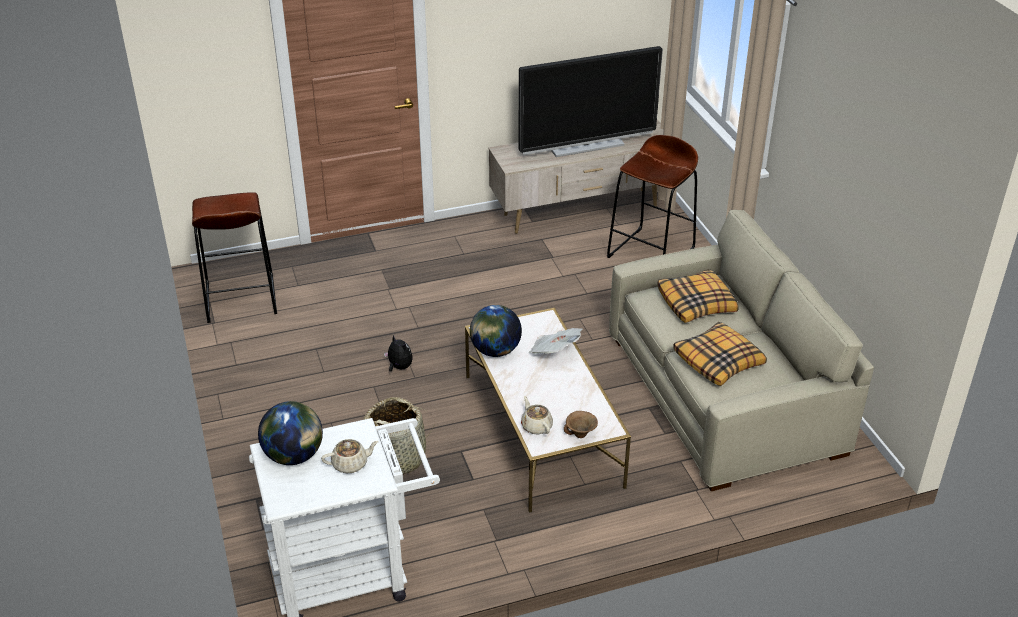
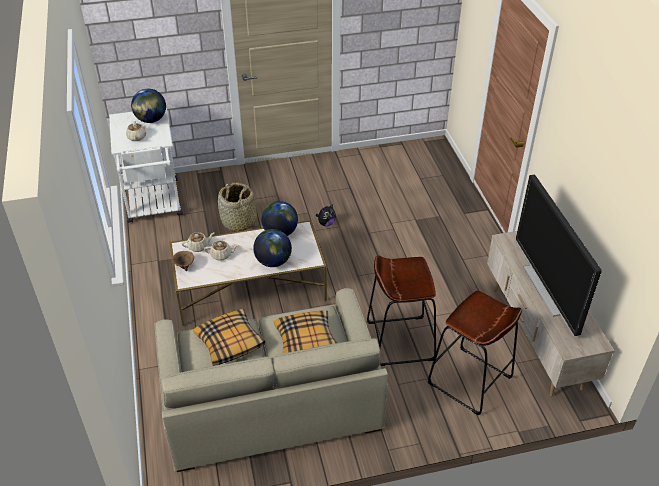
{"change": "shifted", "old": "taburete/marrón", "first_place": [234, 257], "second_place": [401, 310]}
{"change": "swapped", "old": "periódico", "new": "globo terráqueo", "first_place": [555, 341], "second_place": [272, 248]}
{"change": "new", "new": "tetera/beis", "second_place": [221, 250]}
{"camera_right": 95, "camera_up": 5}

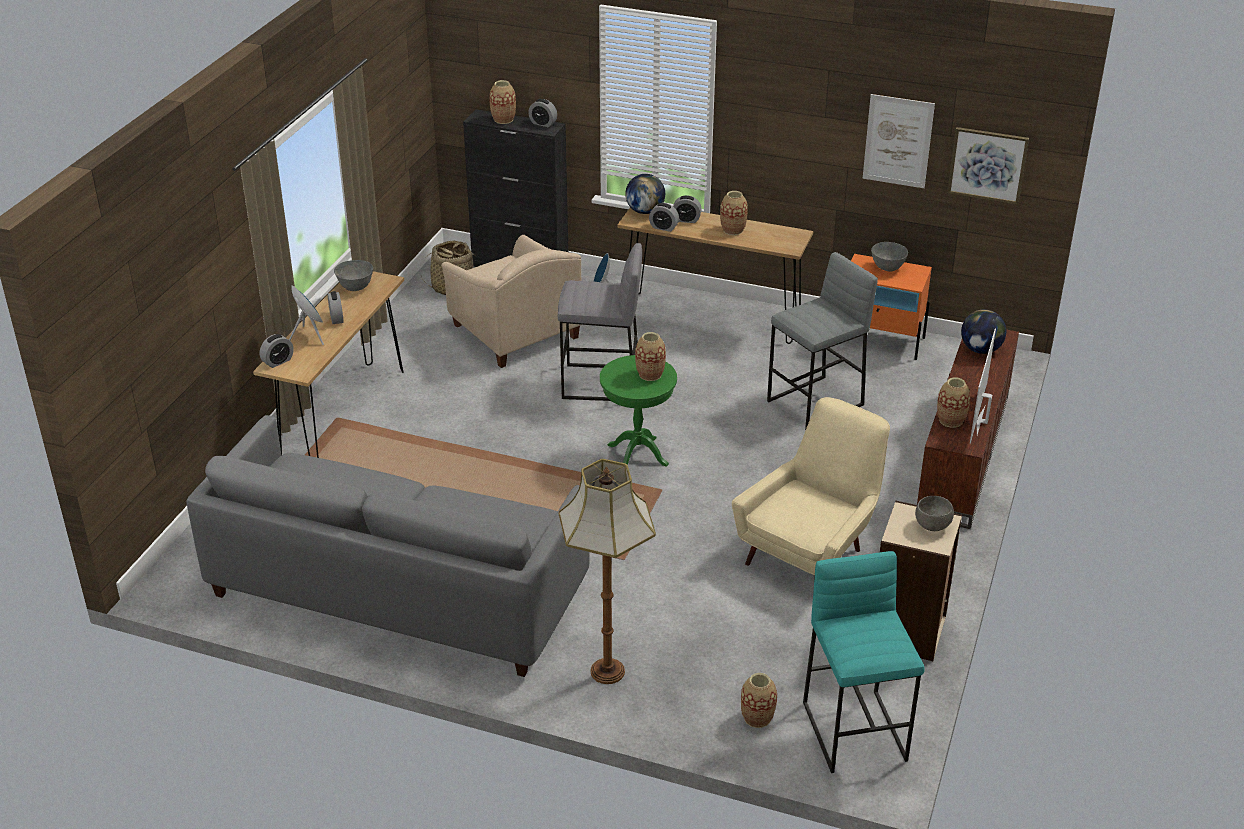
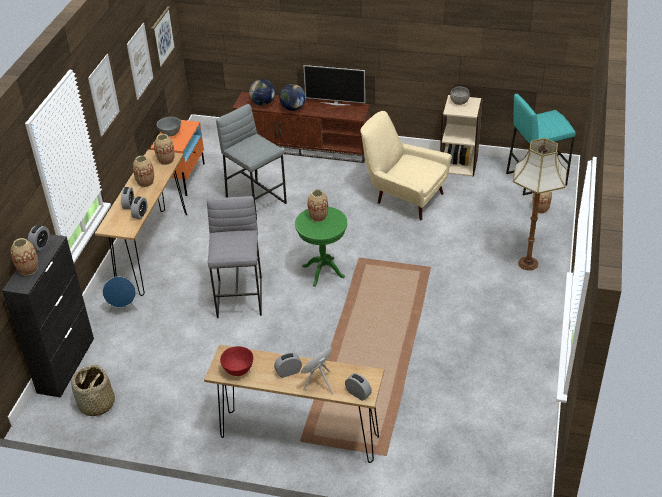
{"change": "gone", "old": "sofá/gris", "first_place": [388, 546]}
{"change": "repainted", "old": "cuenco/gris", "new": "cuenco/rojo", "first_place": [353, 275], "second_place": [236, 361]}
{"change": "gone", "old": "sillón/beis", "first_place": [511, 301]}
{"change": "shifted", "old": "globo terráqueo", "first_place": [645, 194], "second_place": [292, 97]}
{"change": "shifted", "old": "florero", "first_place": [953, 402], "second_place": [164, 149]}
{"change": "new", "new": "cuadro", "second_place": [104, 95]}
{"camera_right": -95, "camera_up": 5}

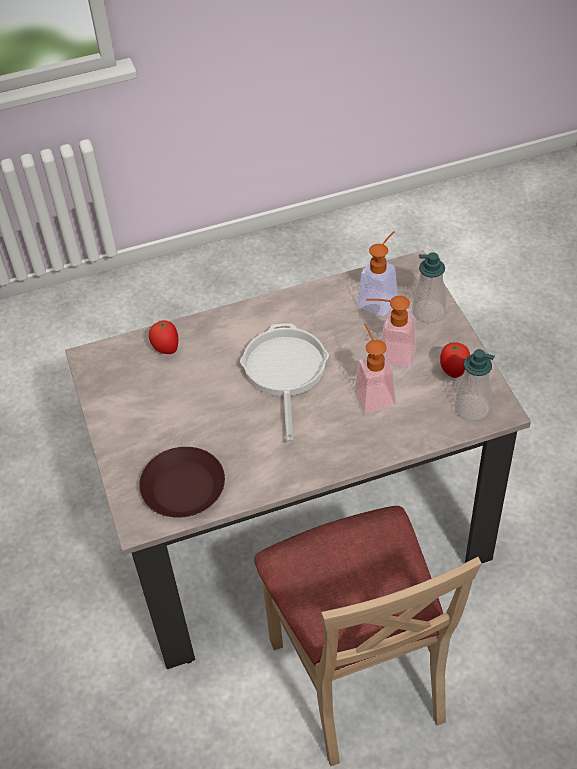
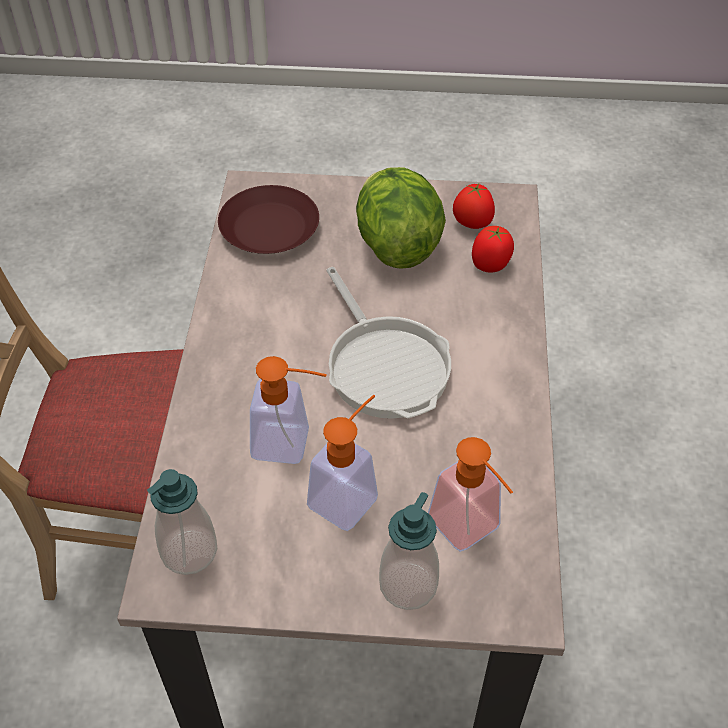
{"change": "rotated", "old": "sartén", "first_place": [284, 382], "second_place": [388, 343], "degrees": 45}
{"change": "shifted", "old": "tomate", "first_place": [455, 360], "second_place": [474, 206]}
{"change": "new", "new": "lechuga", "second_place": [401, 217]}
{"camera_right": 110, "camera_up": 0}

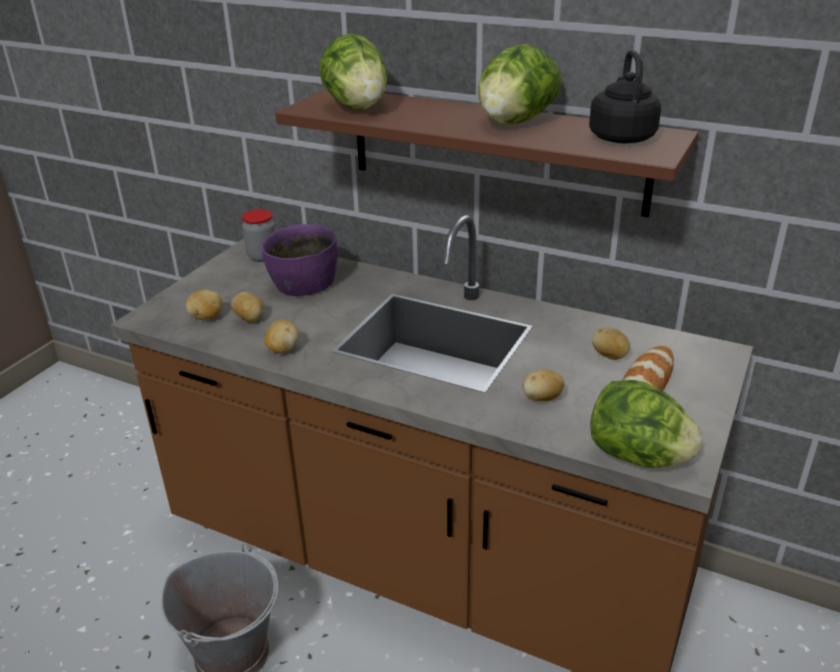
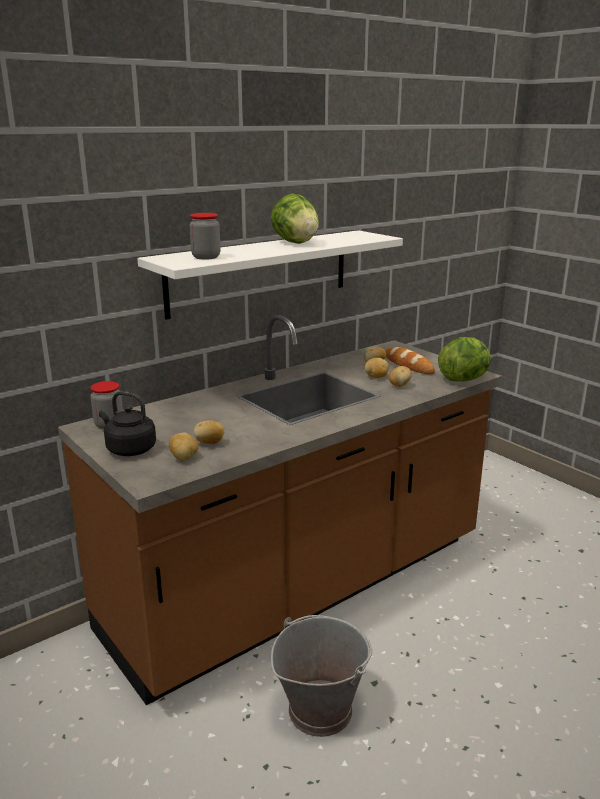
{"change": "gone", "old": "cuenco/morado", "first_place": [299, 260]}
{"change": "shifted", "old": "patata", "first_place": [281, 336], "second_place": [377, 368]}
{"change": "repainted", "old": "estante/marrón", "new": "estante/blanco", "first_place": [487, 152], "second_place": [270, 275]}
{"change": "swapped", "old": "lechuga", "new": "tarro", "first_place": [353, 71], "second_place": [205, 236]}
{"change": "shifted", "old": "hervidor/negro", "first_place": [625, 96], "second_place": [127, 423]}
{"camera_right": -65, "camera_up": -10}

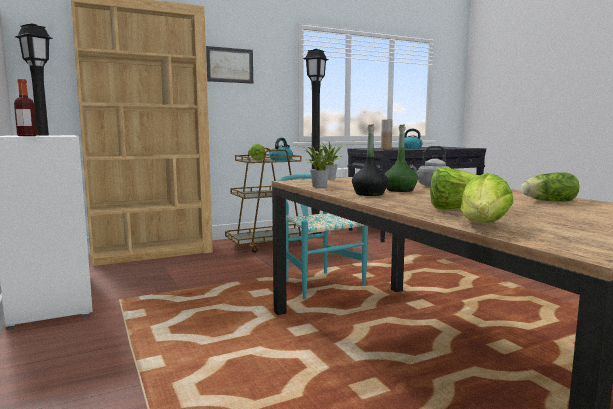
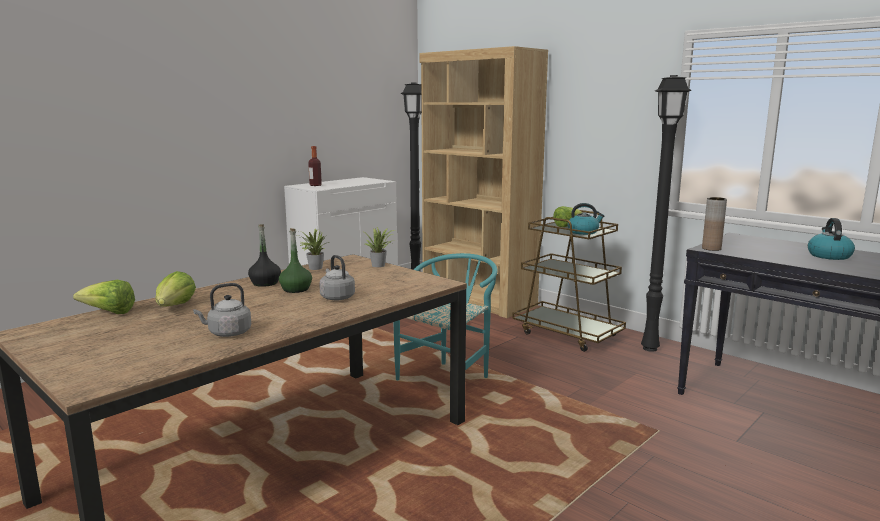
{"change": "gone", "old": "cuadro", "first_place": [229, 65]}
{"change": "swapped", "old": "lechuga", "new": "hervidor/gris", "first_place": [550, 187], "second_place": [222, 310]}
{"camera_right": 70, "camera_up": 5}

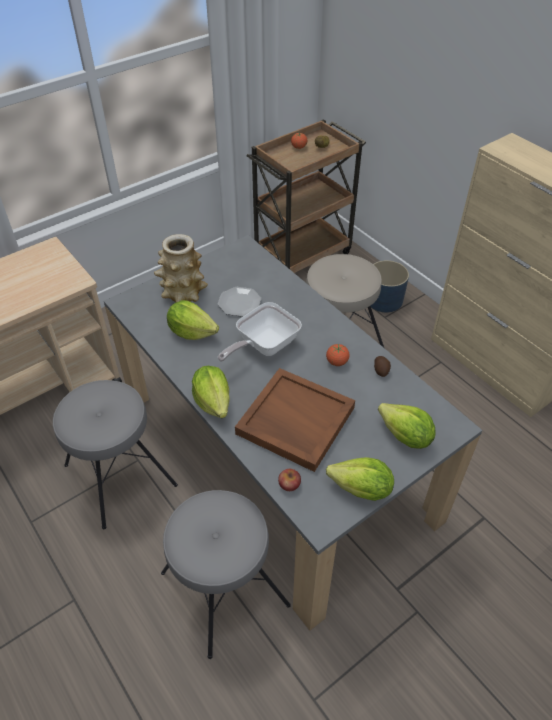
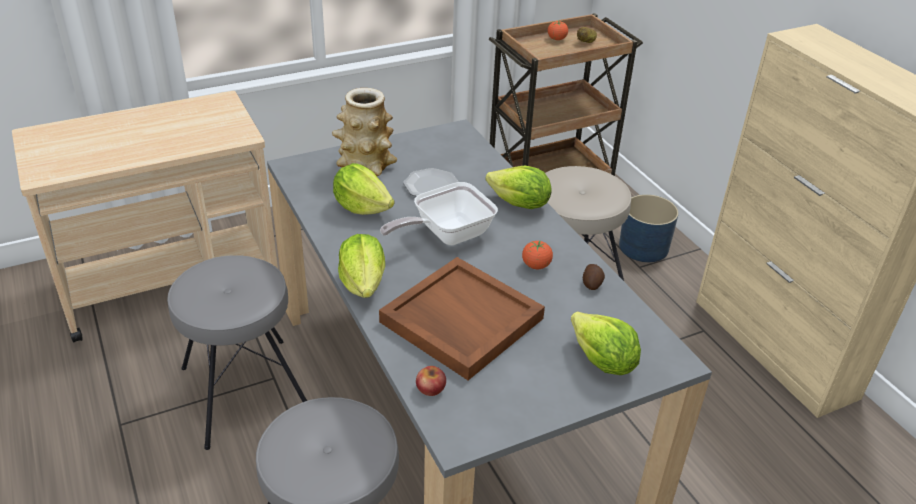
{"change": "shifted", "old": "lechuga", "first_place": [360, 479], "second_place": [518, 187]}
{"camera_right": 10, "camera_up": -10}

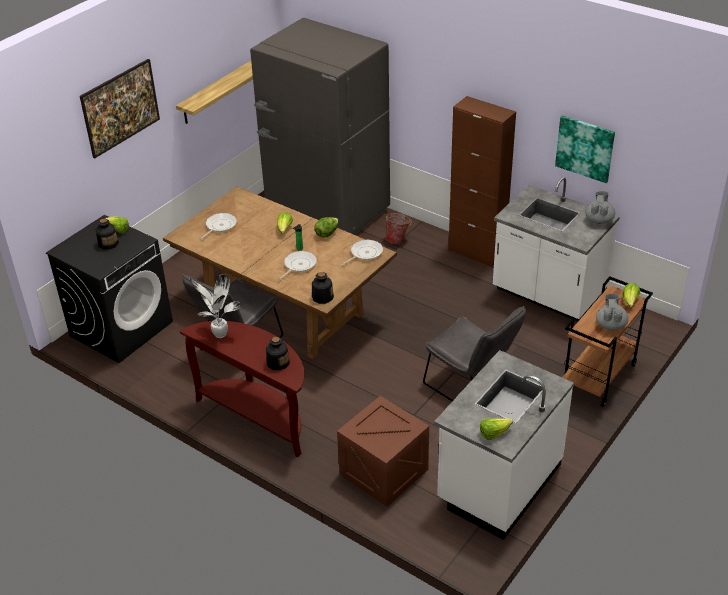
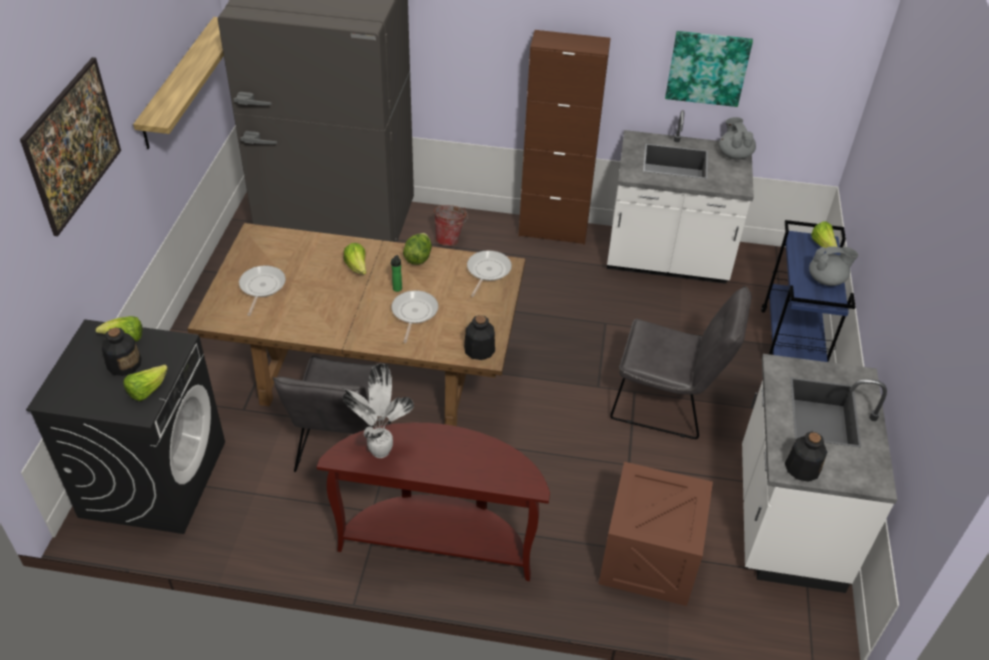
{"change": "shifted", "old": "botella", "first_place": [278, 353], "second_place": [806, 457]}
{"change": "shifted", "old": "lechuga", "first_place": [496, 429], "second_place": [146, 383]}
{"change": "repainted", "old": "carrito/marrón", "new": "carrito/azul", "first_place": [607, 341], "second_place": [808, 291]}
{"change": "rotated", "old": "tetera/gris", "first_place": [612, 311], "second_place": [833, 266], "degrees": 105}
{"camera_right": -30, "camera_up": 5}

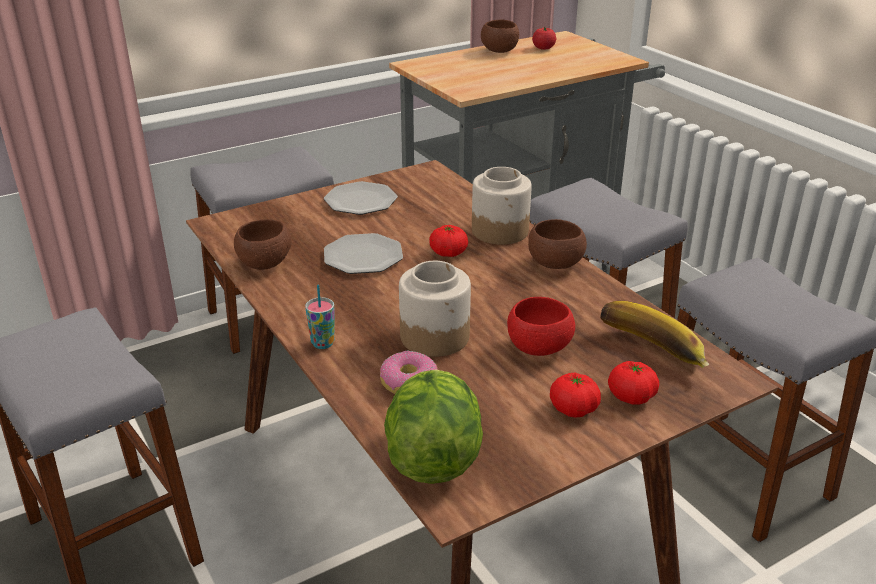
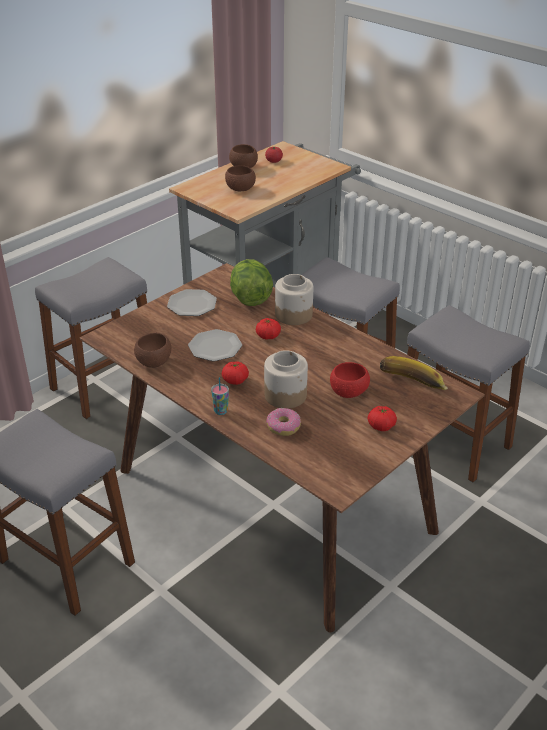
{"change": "shifted", "old": "lechuga", "first_place": [433, 427], "second_place": [251, 282]}
{"change": "shifted", "old": "cuenco/marrón", "first_place": [557, 244], "second_place": [240, 178]}
{"change": "shifted", "old": "tomate", "first_place": [633, 383], "second_place": [235, 373]}
{"camera_right": -15, "camera_up": 5}

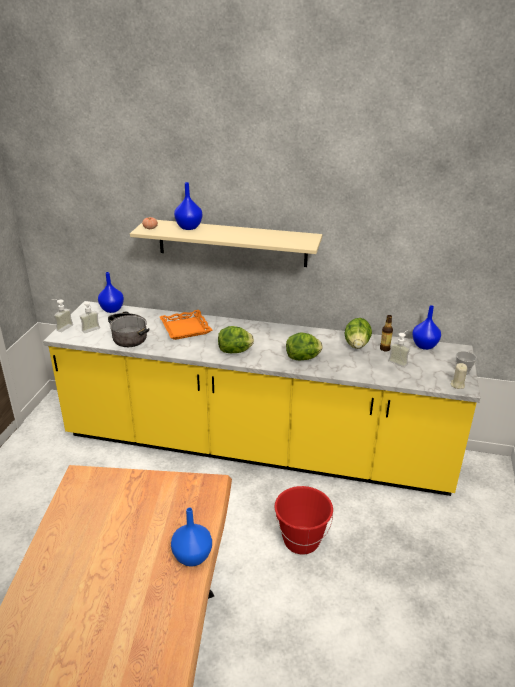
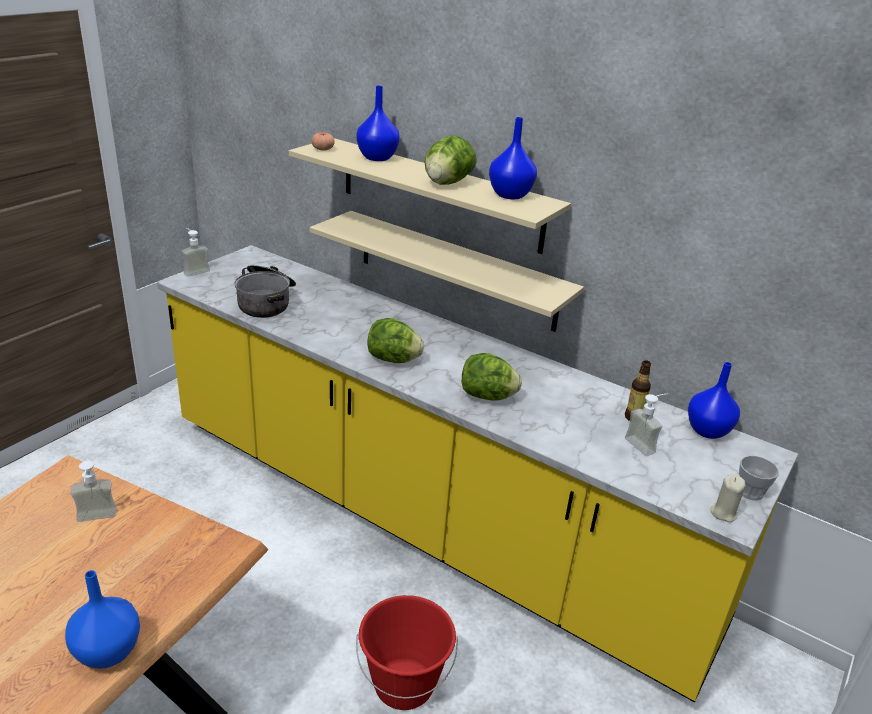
{"change": "shifted", "old": "dispensador de jabón", "first_place": [90, 317], "second_place": [94, 491]}
{"change": "shifted", "old": "florero/azul", "first_place": [111, 292], "second_place": [513, 158]}
{"change": "gone", "old": "bandeja/naranja", "first_place": [186, 325]}
{"change": "shifted", "old": "lechuga", "first_place": [358, 333], "second_place": [451, 160]}
{"change": "new", "new": "estante/beis", "second_place": [447, 271]}
{"camera_right": 20, "camera_up": 0}

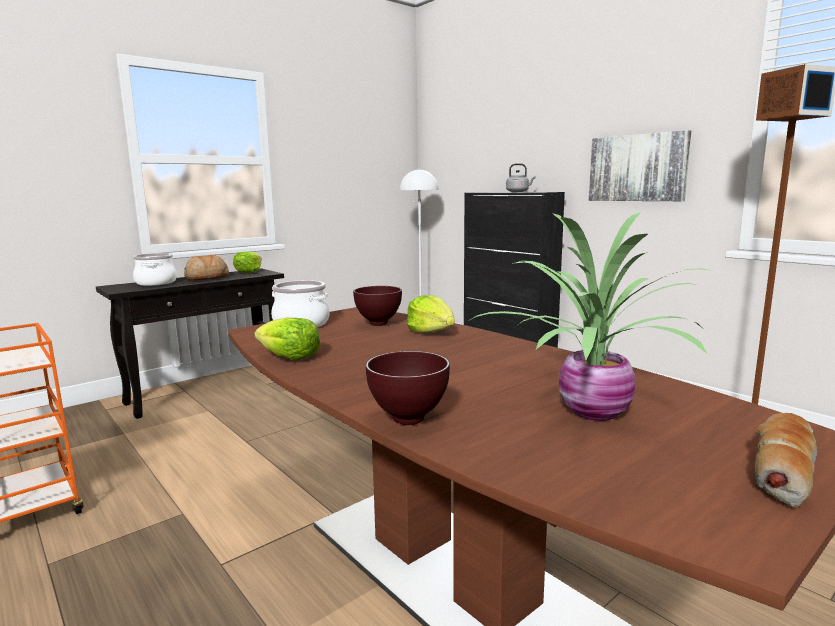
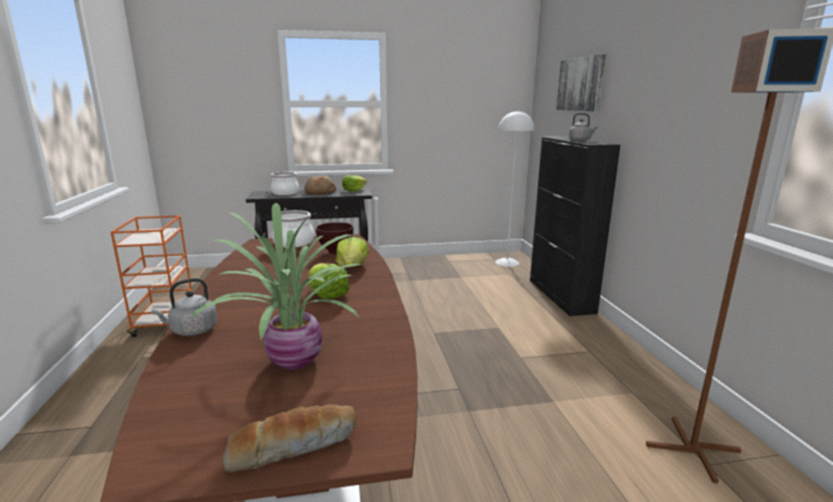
{"change": "shifted", "old": "lechuga", "first_place": [287, 339], "second_place": [329, 281]}
{"change": "swapped", "old": "cuenco/marrón", "new": "hervidor/gris", "first_place": [408, 388], "second_place": [184, 307]}
{"change": "shifted", "old": "cuadro", "first_place": [640, 165], "second_place": [581, 83]}
{"camera_right": 30, "camera_up": 5}

